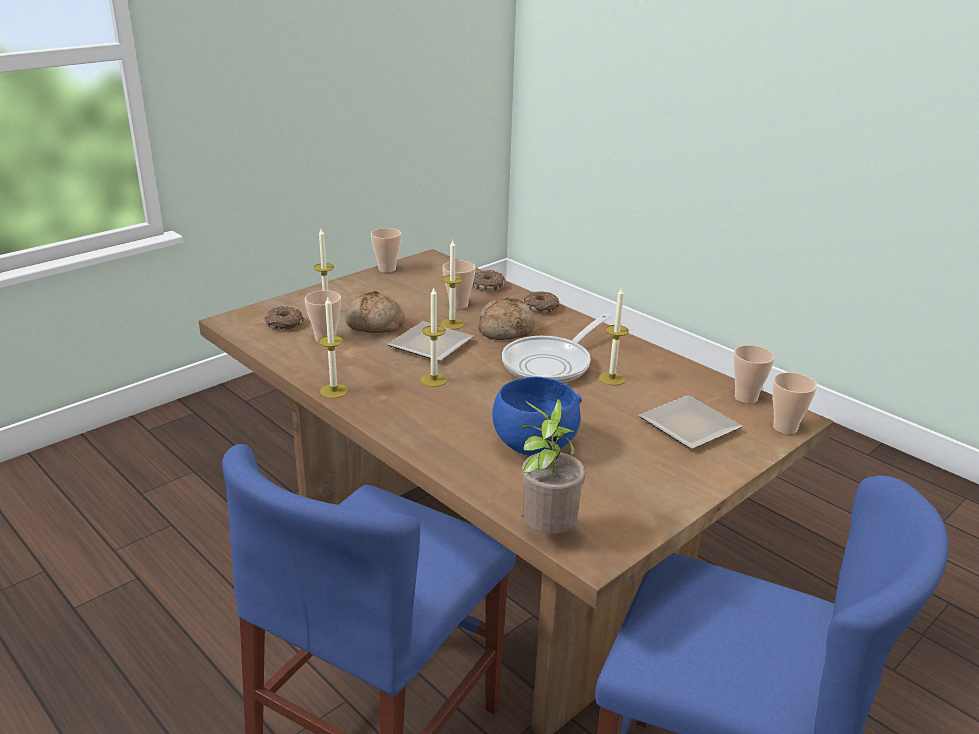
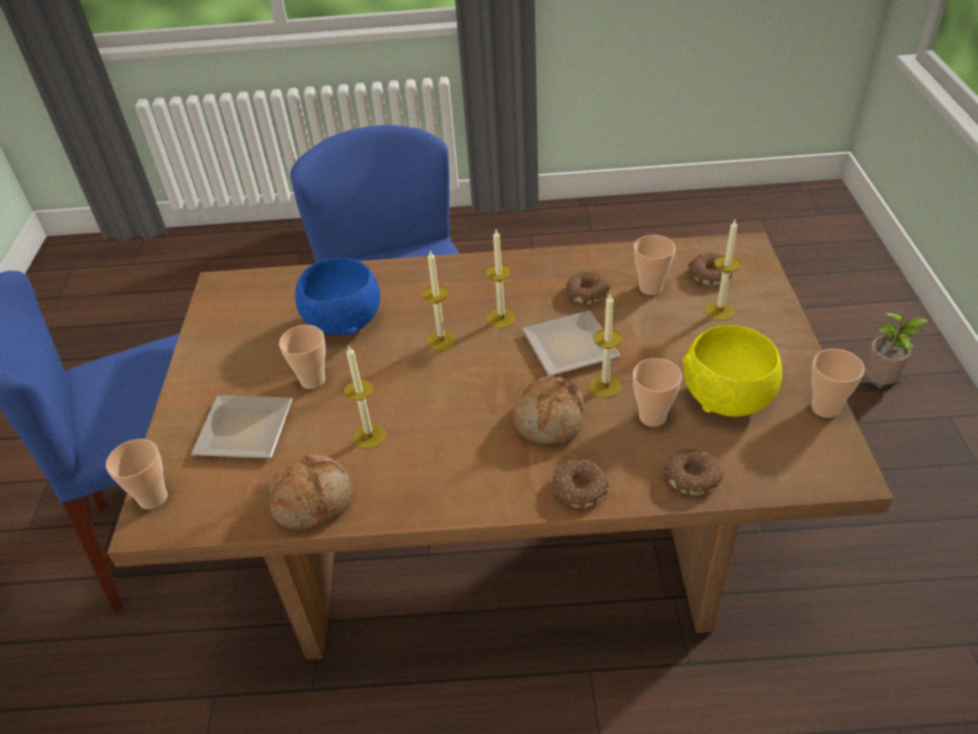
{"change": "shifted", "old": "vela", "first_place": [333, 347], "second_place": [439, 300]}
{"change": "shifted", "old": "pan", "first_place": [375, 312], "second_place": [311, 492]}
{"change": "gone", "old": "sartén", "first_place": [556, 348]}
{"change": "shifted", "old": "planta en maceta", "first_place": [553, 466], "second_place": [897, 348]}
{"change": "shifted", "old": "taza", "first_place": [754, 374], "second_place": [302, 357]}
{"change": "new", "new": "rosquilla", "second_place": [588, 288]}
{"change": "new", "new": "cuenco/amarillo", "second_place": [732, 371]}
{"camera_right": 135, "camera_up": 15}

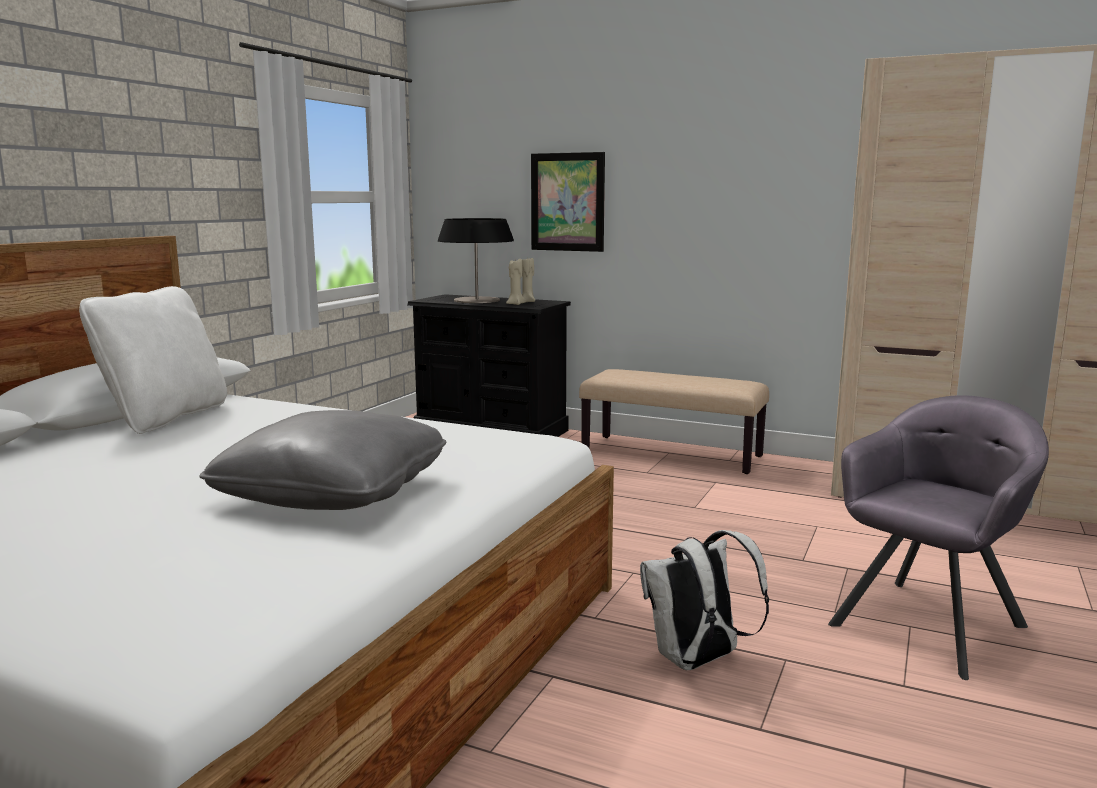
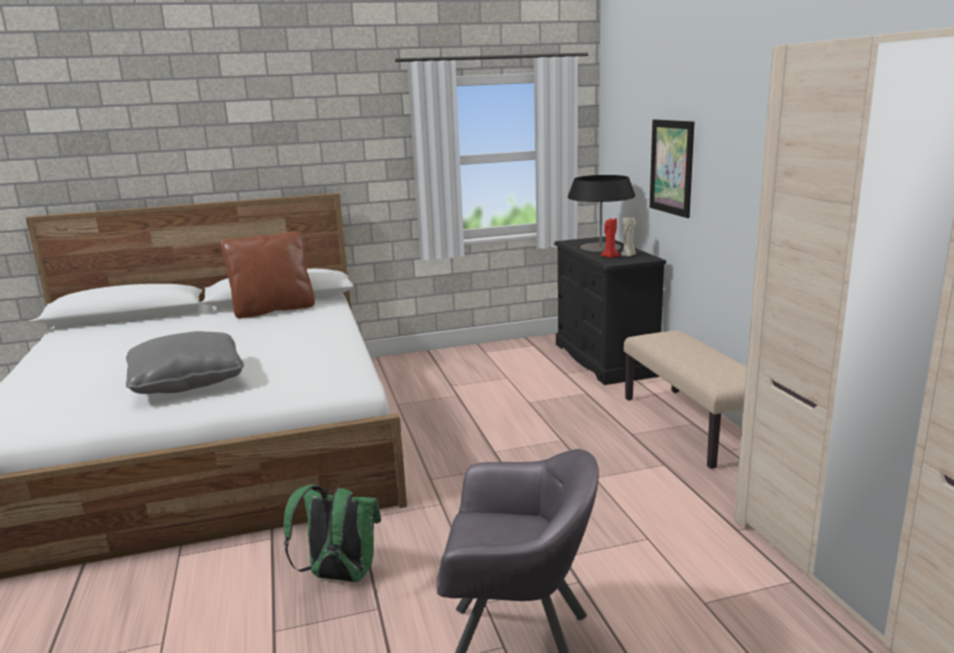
{"change": "repainted", "old": "cojín/blanco", "new": "cojín/marrón", "first_place": [153, 360], "second_place": [268, 274]}
{"change": "repainted", "old": "vela/beis", "new": "vela/rojo", "first_place": [516, 282], "second_place": [610, 238]}
{"change": "repainted", "old": "mochila/blanco", "new": "mochila/verde", "first_place": [704, 600], "second_place": [332, 533]}
{"camera_right": 50, "camera_up": 5}

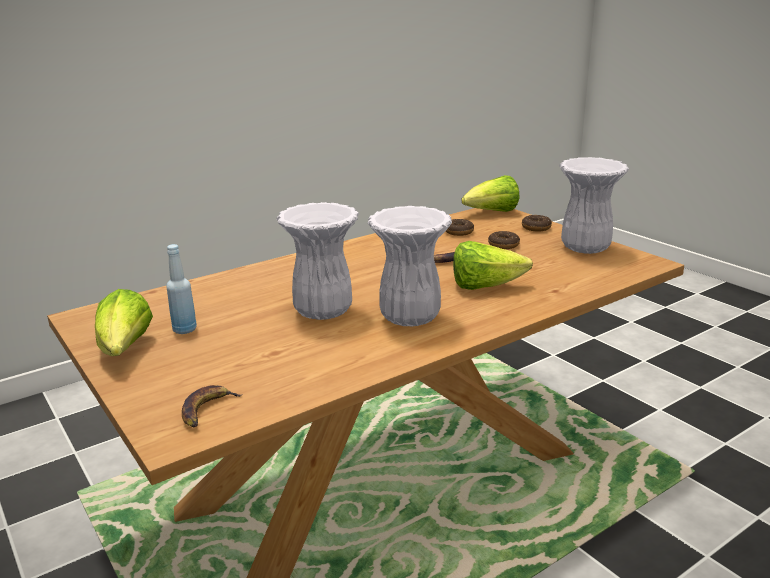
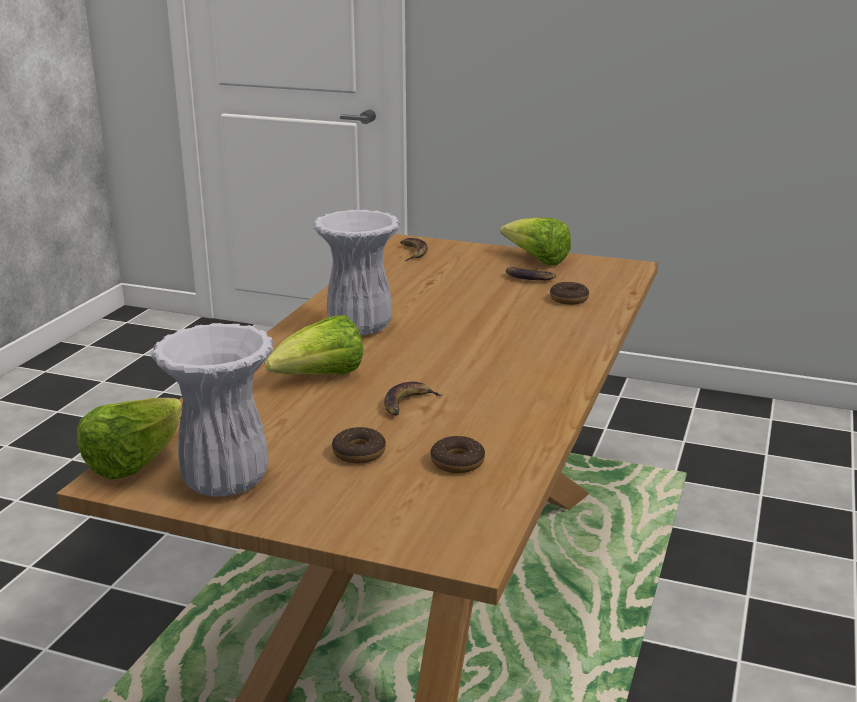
{"change": "swapped", "old": "botella/azul", "new": "plátano", "first_place": [181, 289], "second_place": [531, 273]}
{"change": "gone", "old": "florero/blanco", "first_place": [317, 261]}
{"change": "shifted", "old": "lechuga", "first_place": [490, 193], "second_place": [130, 438]}
{"change": "shifted", "old": "rosquilla", "first_place": [537, 223], "second_place": [569, 293]}
{"camera_right": 145, "camera_up": 0}

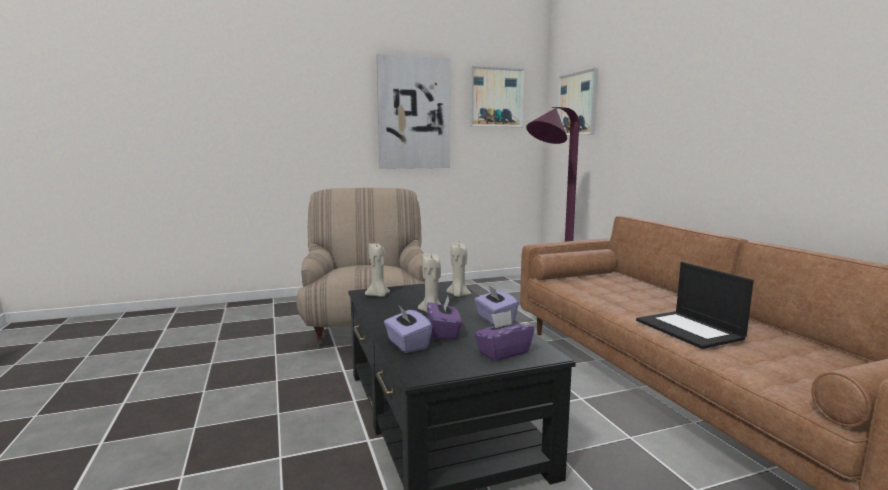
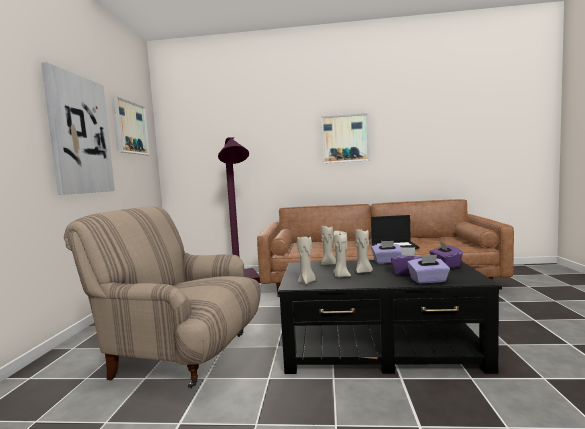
{"change": "shifted", "old": "cuadro", "first_place": [578, 102], "second_place": [345, 138]}
{"change": "new", "new": "vela/beis", "second_place": [342, 254]}
{"camera_right": -65, "camera_up": -5}

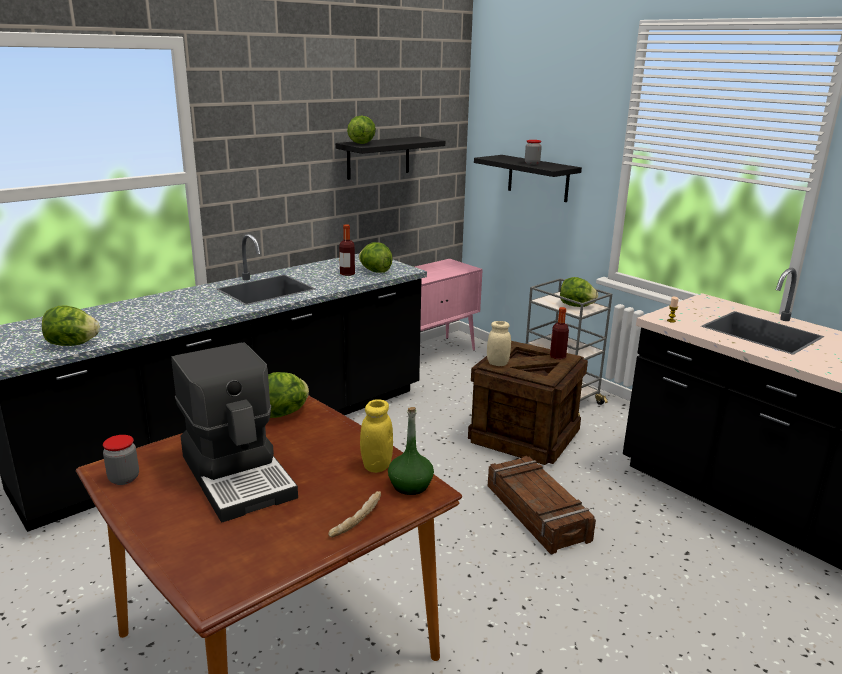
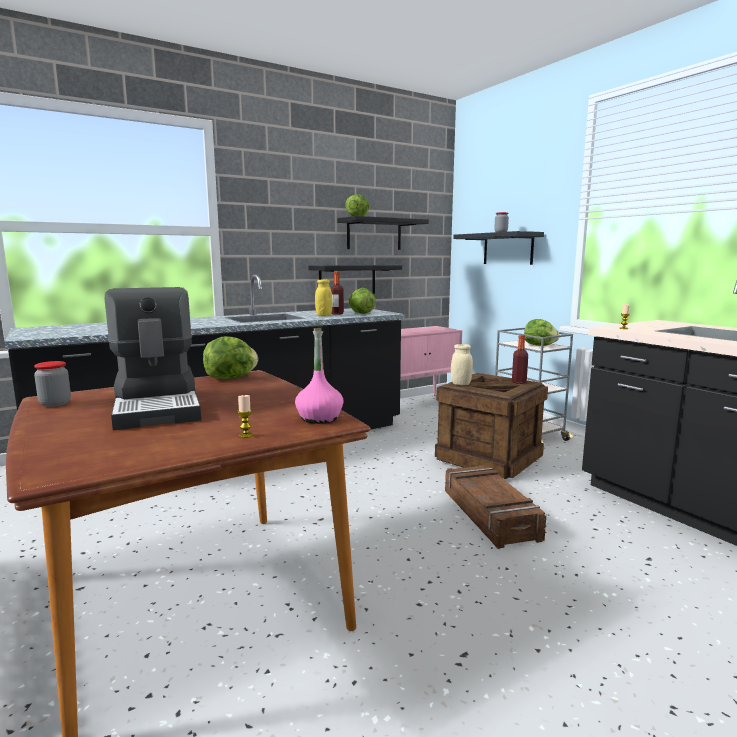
{"change": "gone", "old": "lechuga", "first_place": [71, 325]}
{"change": "swapped", "old": "pan", "new": "vela", "first_place": [354, 514], "second_place": [245, 416]}
{"change": "shifted", "old": "tarro/amarillo", "first_place": [376, 436], "second_place": [324, 298]}
{"change": "repainted", "old": "botella/verde", "new": "botella/rosa", "first_place": [411, 451], "second_place": [319, 376]}
{"change": "new", "new": "estante/negro", "second_place": [355, 279]}
{"camera_right": 10, "camera_up": -10}

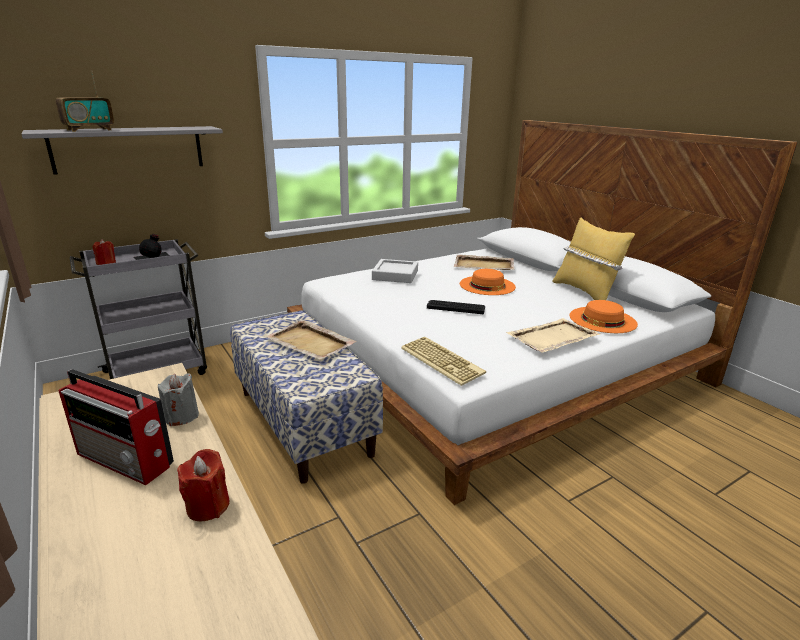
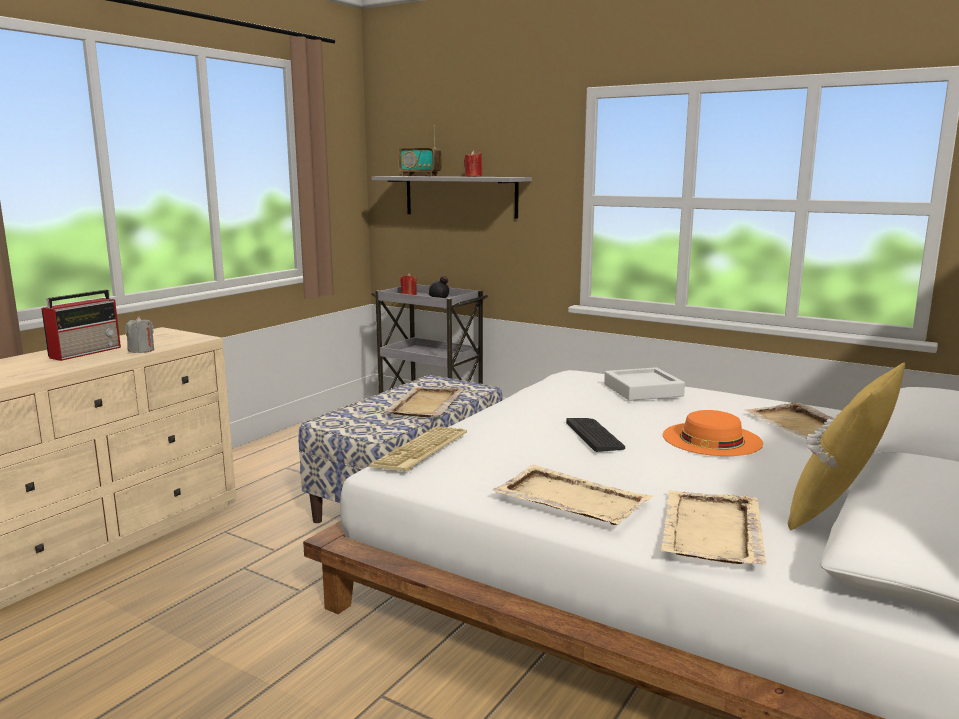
{"change": "rotated", "old": "radio", "first_place": [116, 427], "second_place": [81, 325], "degrees": -150}
{"change": "shifted", "old": "vela/rojo", "first_place": [203, 485], "second_place": [473, 163]}
{"change": "swapped", "old": "sombrero/naranja", "new": "bandeja/beis", "first_place": [603, 316], "second_place": [713, 527]}
{"camera_right": 65, "camera_up": -10}

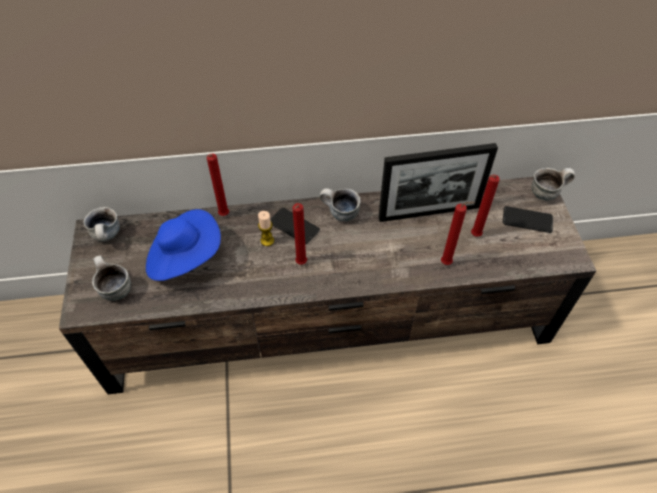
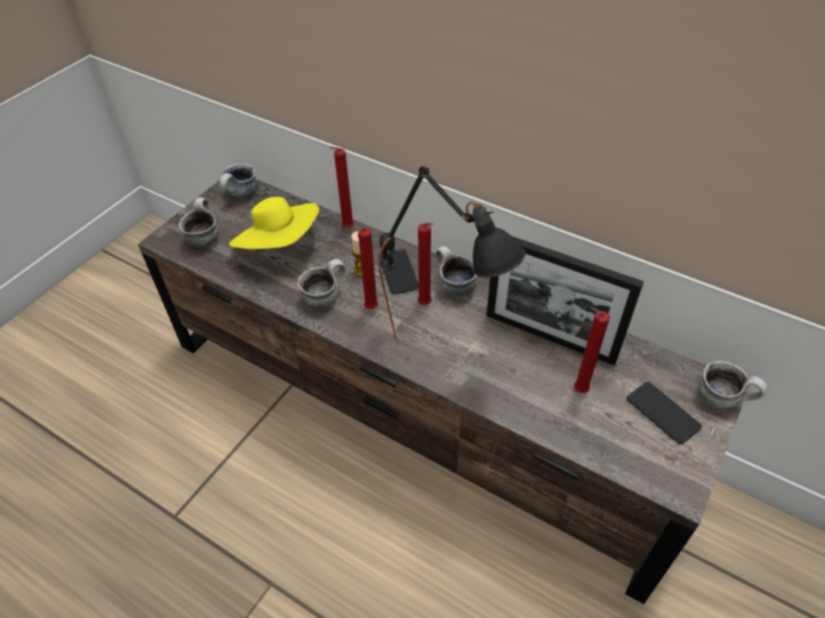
{"change": "repainted", "old": "sombrero/azul", "new": "sombrero/amarillo", "first_place": [183, 245], "second_place": [274, 223]}
{"change": "shifted", "old": "vela/rojo", "first_place": [458, 233], "second_place": [425, 263]}
{"change": "new", "new": "taza grande", "second_place": [321, 283]}
{"change": "new", "new": "lámpara de mesa/negro", "second_place": [452, 253]}
{"camera_right": 40, "camera_up": -5}

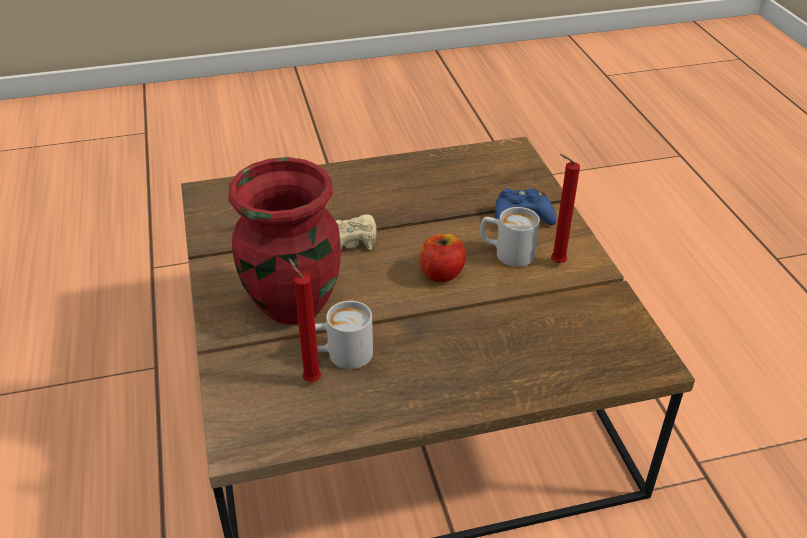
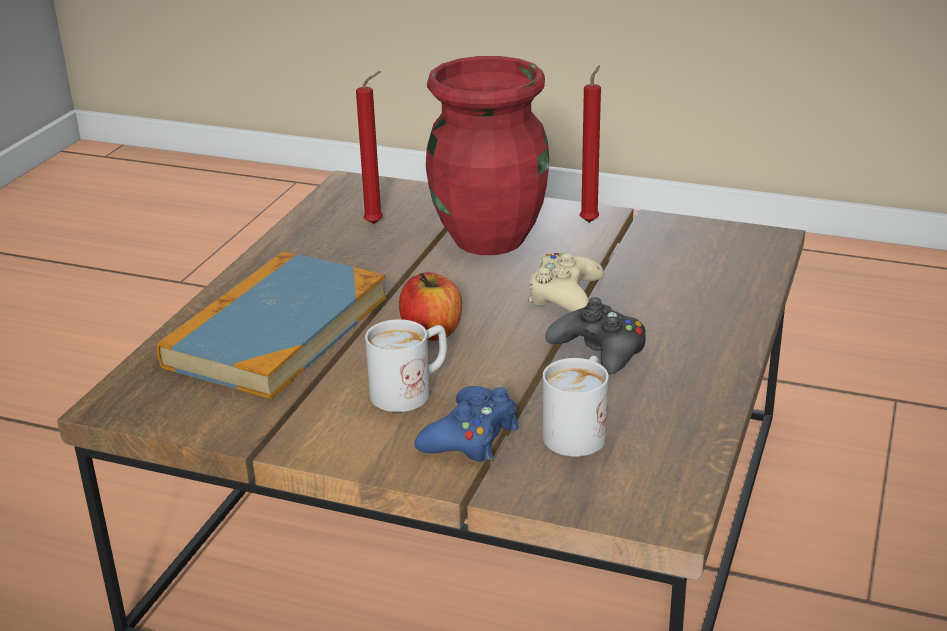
{"change": "shifted", "old": "taza grande/blanco", "first_place": [344, 335], "second_place": [575, 406]}
{"change": "shifted", "old": "vela/rojo", "first_place": [565, 208], "second_place": [590, 144]}
{"change": "new", "new": "libro", "second_place": [271, 325]}
{"change": "new", "new": "mando de consola/negro", "second_place": [596, 335]}
{"camera_right": 125, "camera_up": -10}

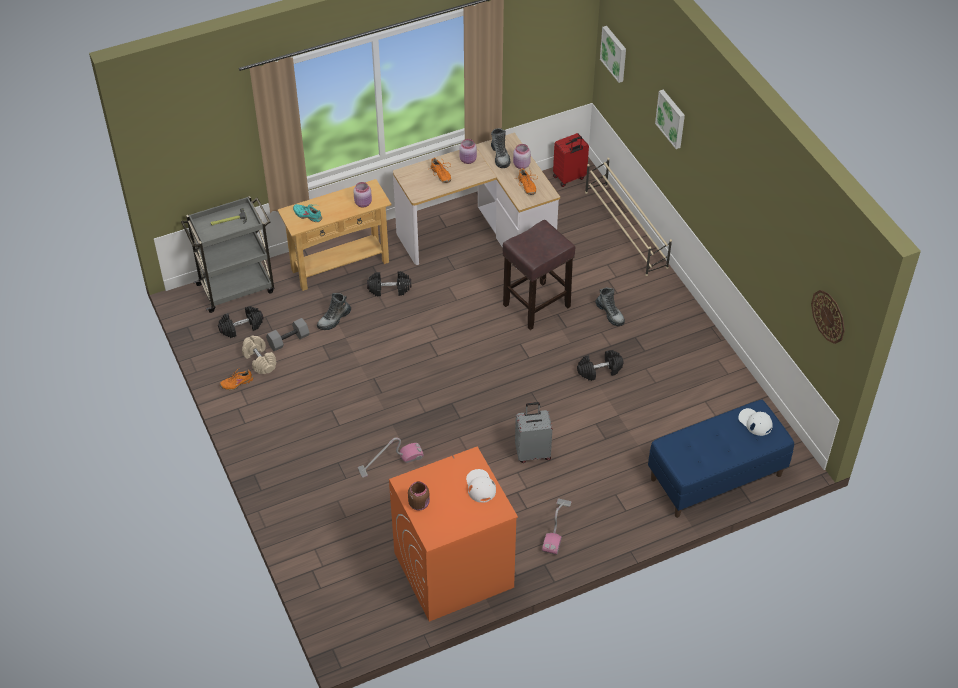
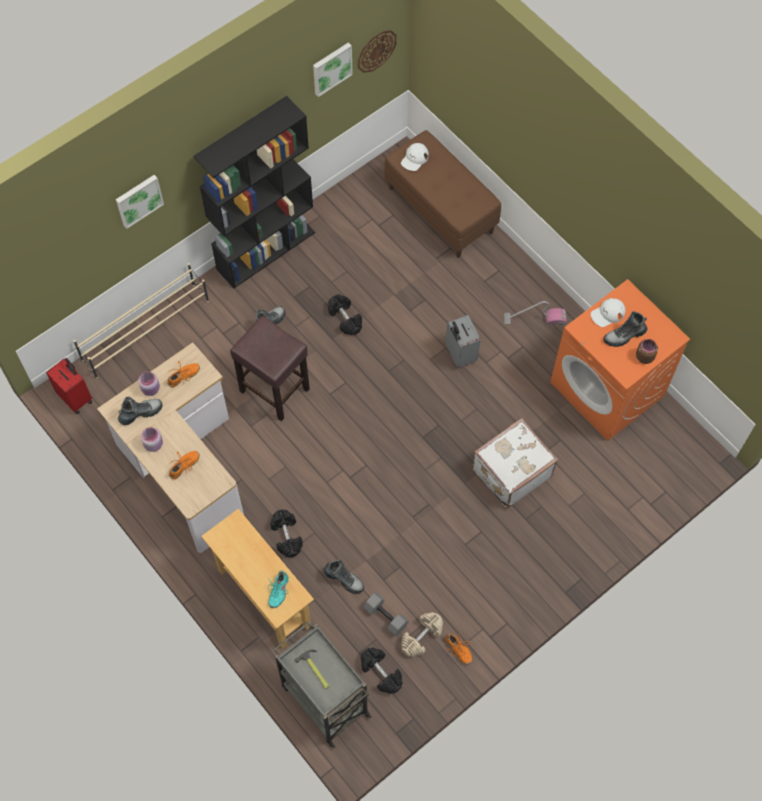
{"change": "gone", "old": "tarro/rosa", "first_place": [363, 195]}
{"change": "swapped", "old": "aspiradora", "new": "maleta/blanco", "first_place": [391, 458], "second_place": [515, 463]}
{"change": "shifted", "old": "cuadro", "first_place": [613, 54], "second_place": [333, 70]}
{"change": "repainted", "old": "banco/azul", "new": "banco/marrón", "first_place": [721, 459], "second_place": [442, 194]}
{"change": "new", "new": "estantería/negro", "second_place": [254, 192]}
{"change": "new", "new": "bota", "second_place": [625, 329]}
{"camera_right": -105, "camera_up": 15}

